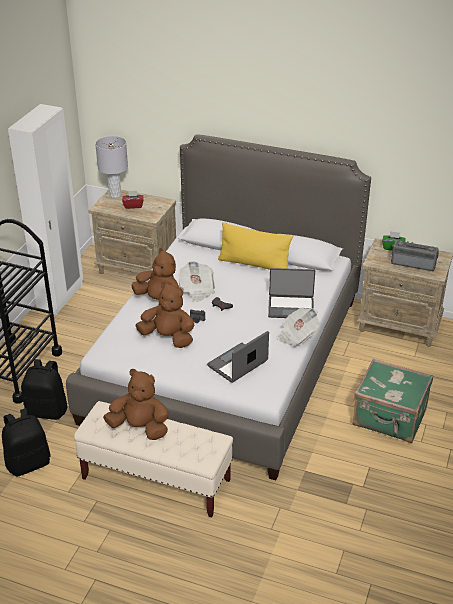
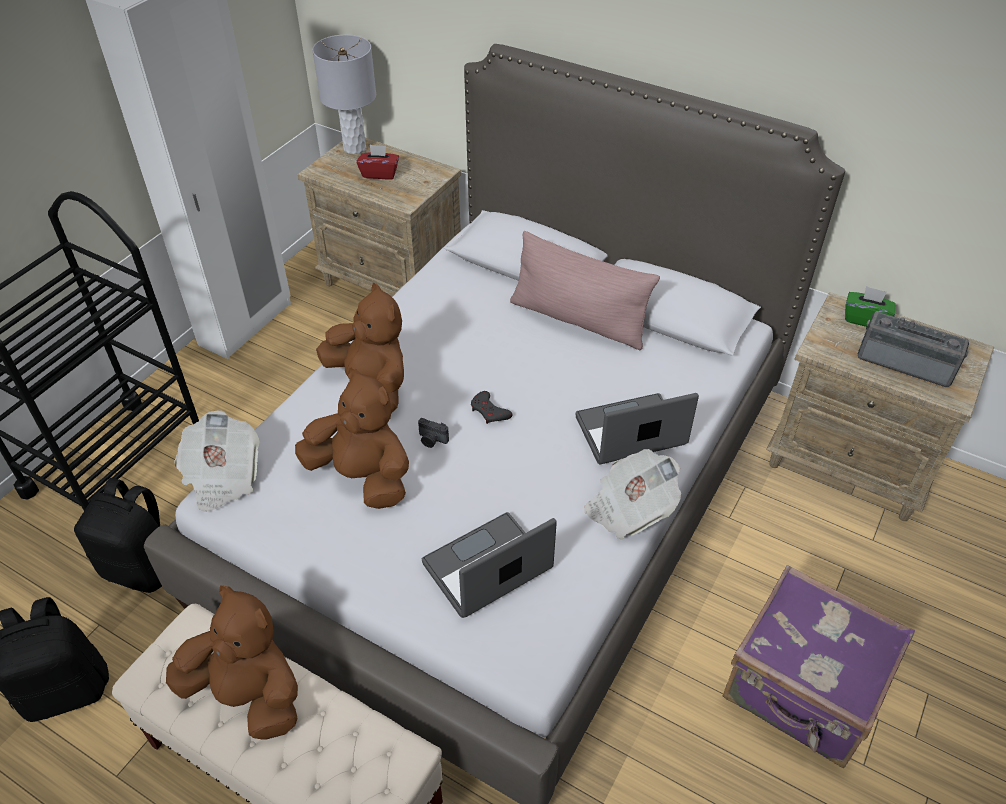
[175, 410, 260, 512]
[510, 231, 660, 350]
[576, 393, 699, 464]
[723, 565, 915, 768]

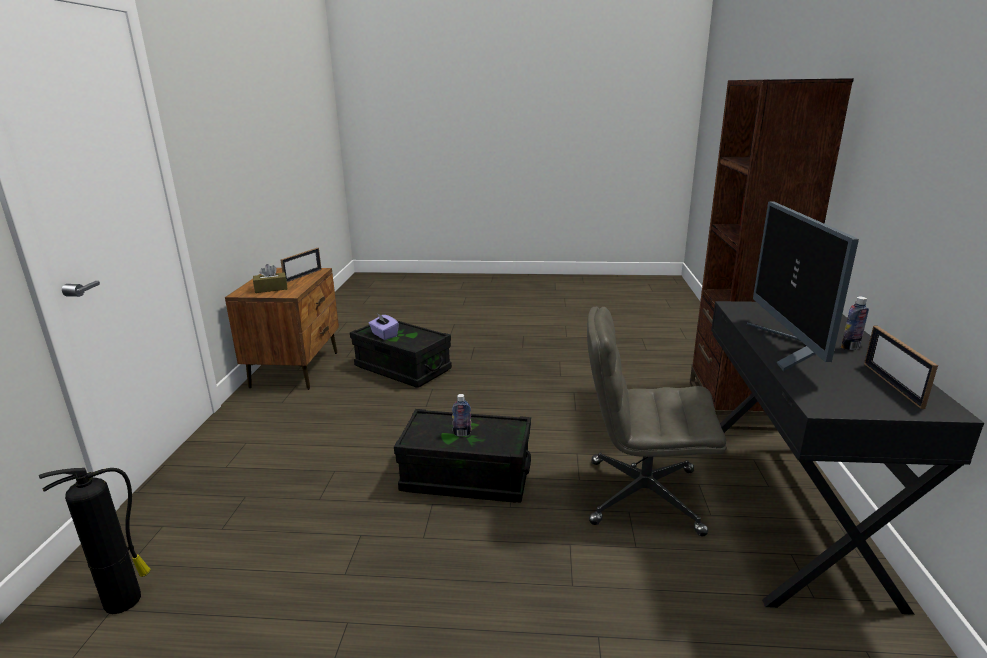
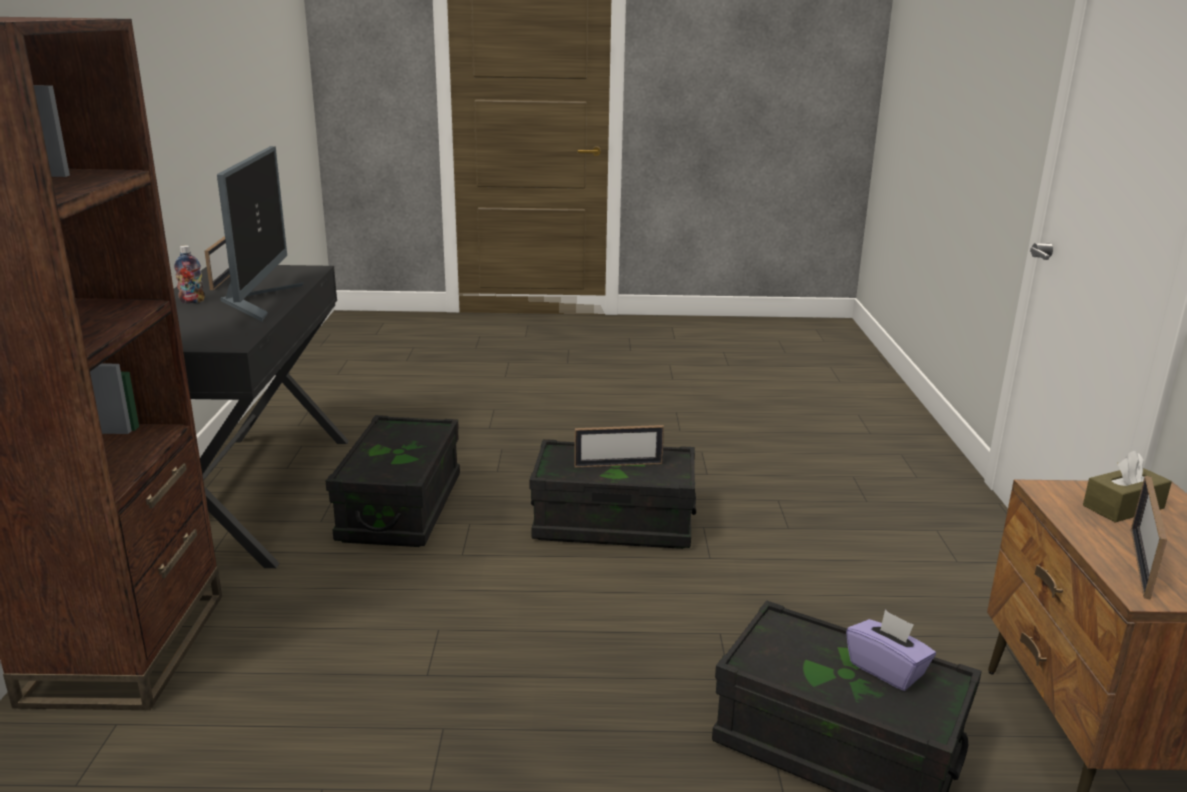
[39, 468, 151, 614] (first image)
[574, 425, 664, 467]
[326, 415, 460, 547]

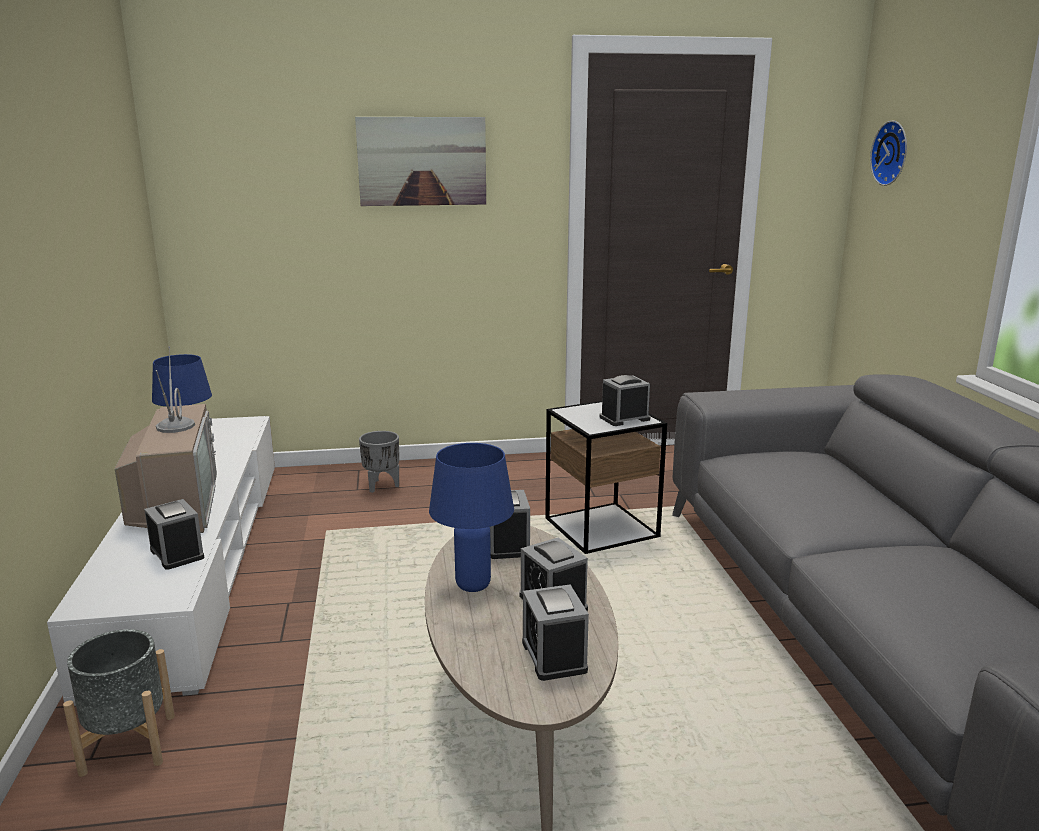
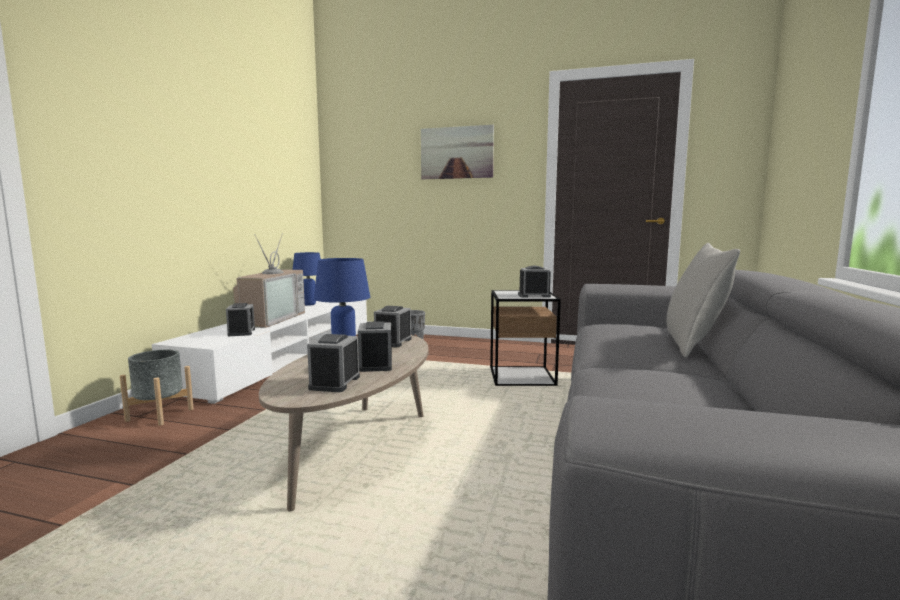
[870, 121, 907, 186] (first image)
[666, 243, 740, 358]

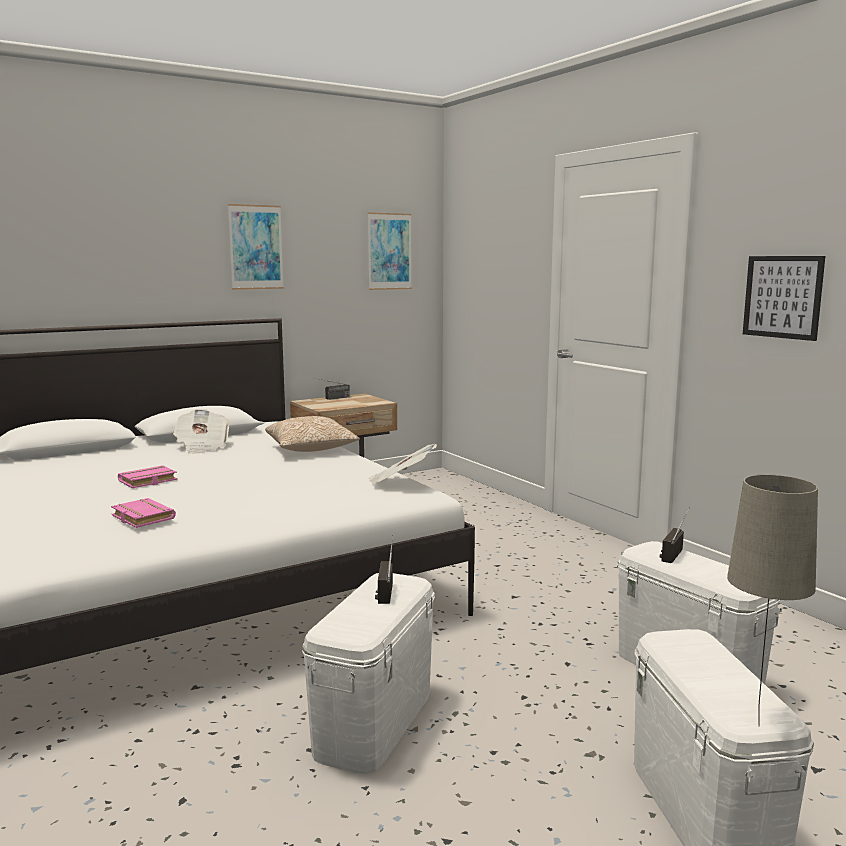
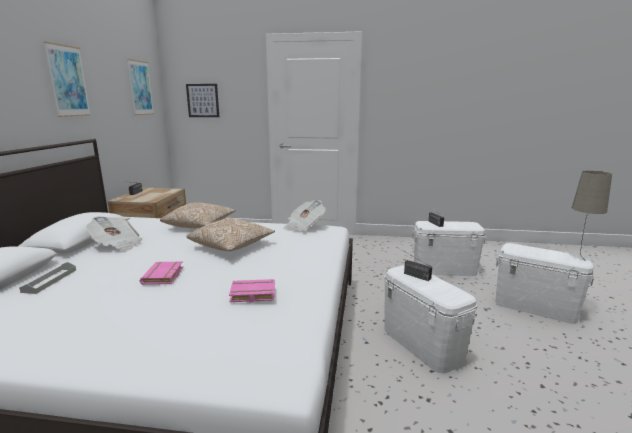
[186, 84, 219, 117]
[19, 262, 76, 294]
[186, 218, 275, 252]

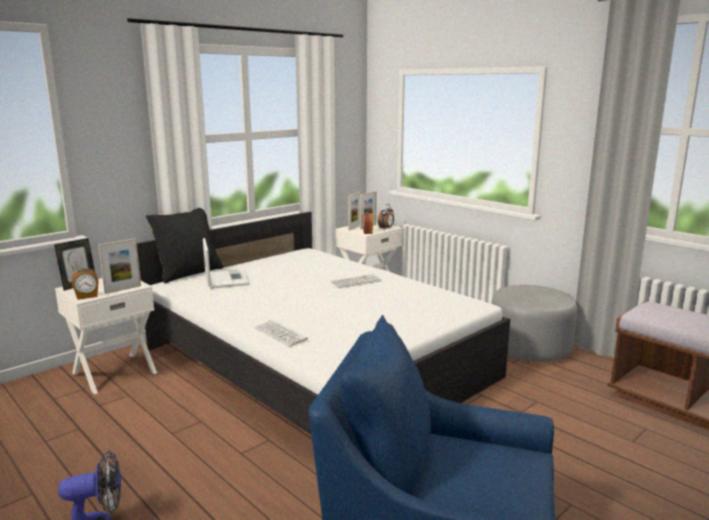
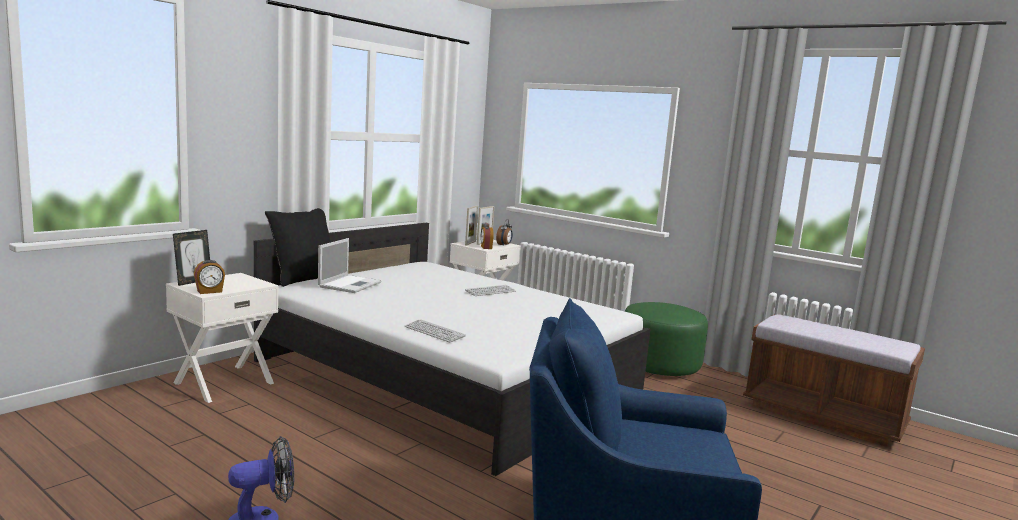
[99, 239, 141, 294] (first image)
[318, 238, 382, 293]
[625, 302, 708, 376]

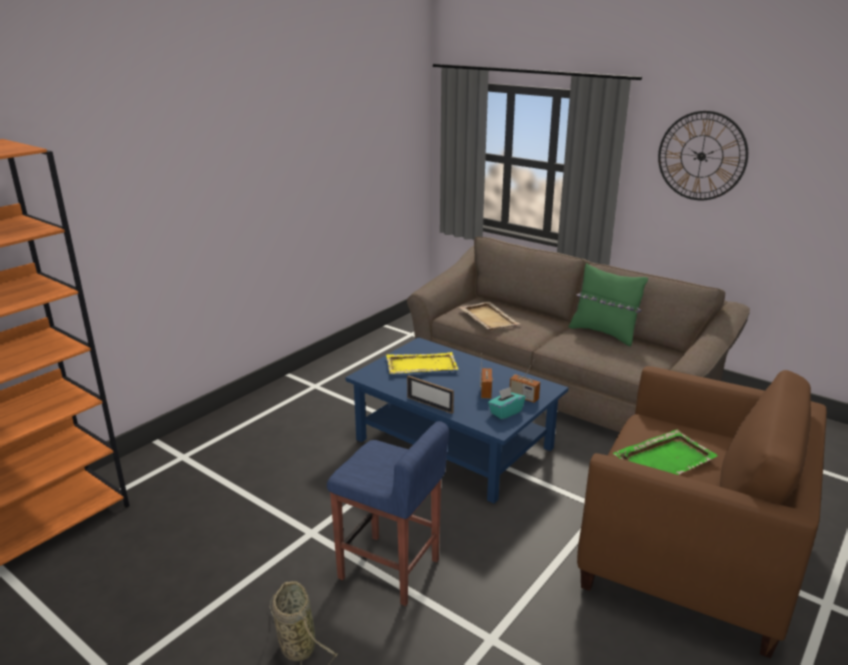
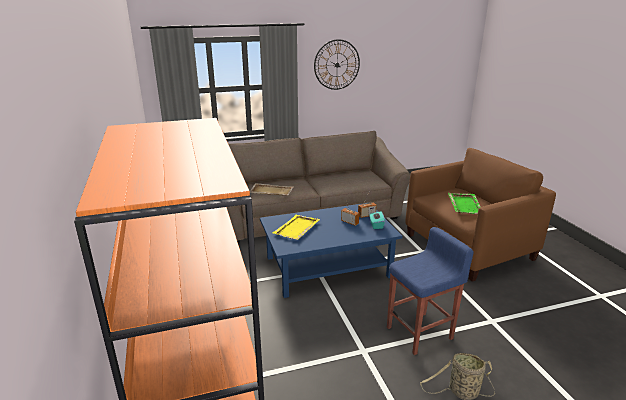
[407, 375, 454, 414] (first image)
[569, 263, 648, 346] (first image)

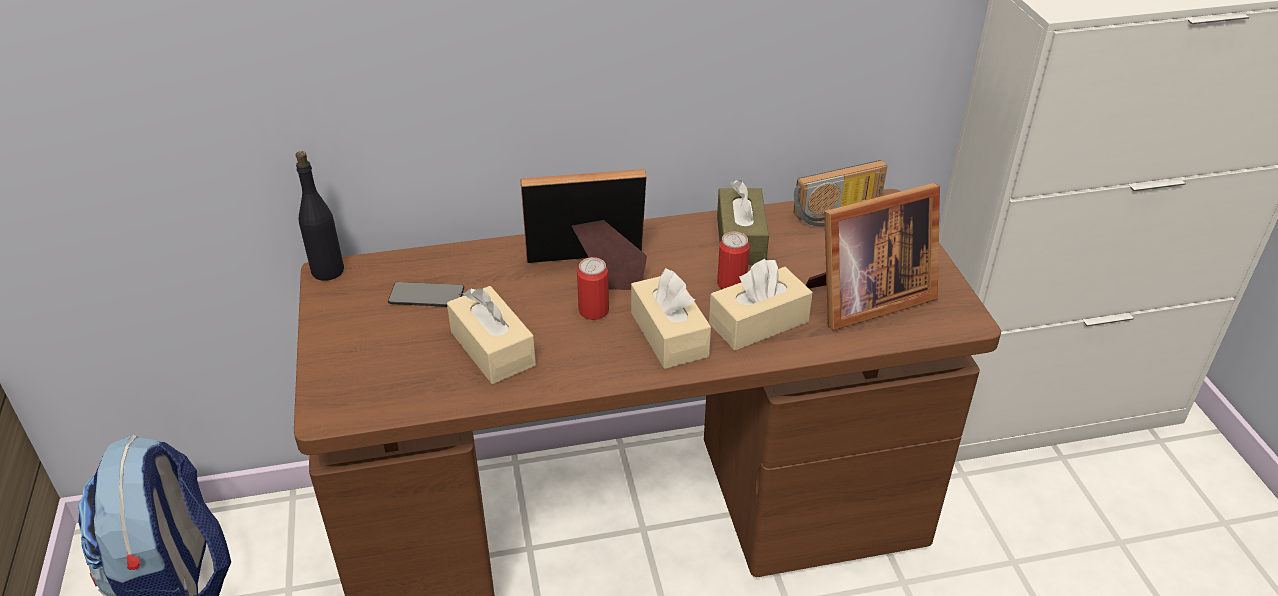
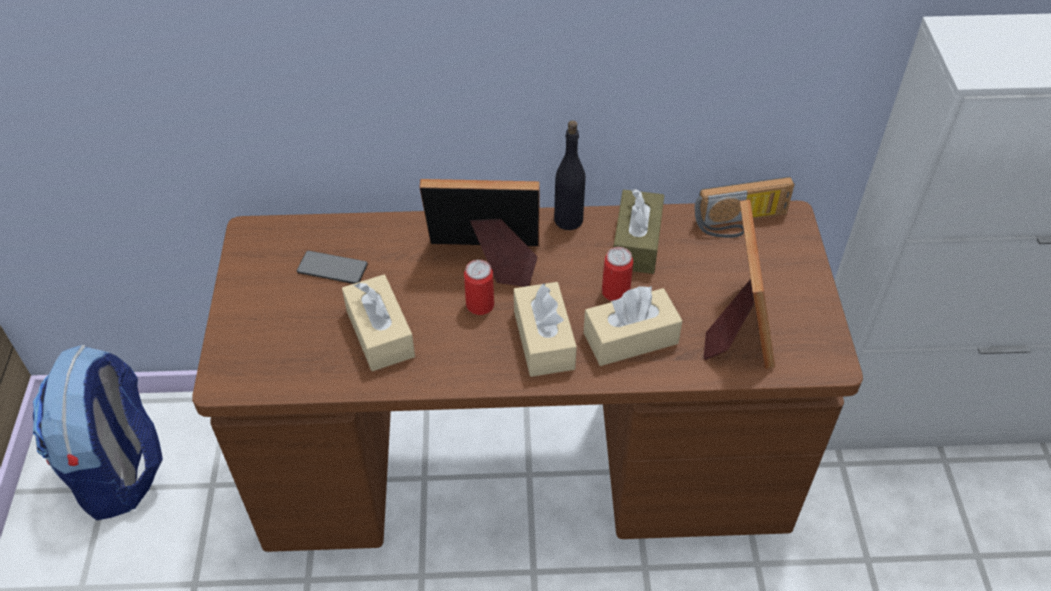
[554, 120, 586, 230]
[704, 199, 775, 369]

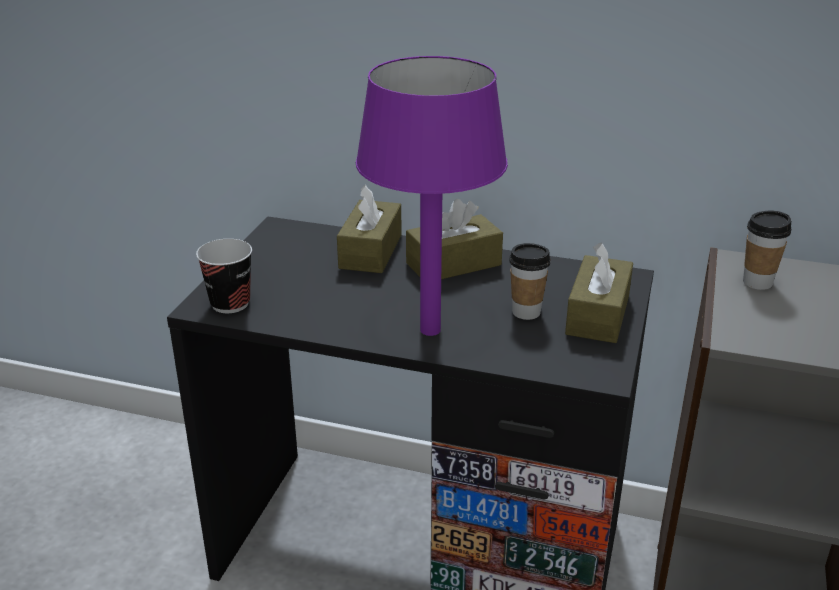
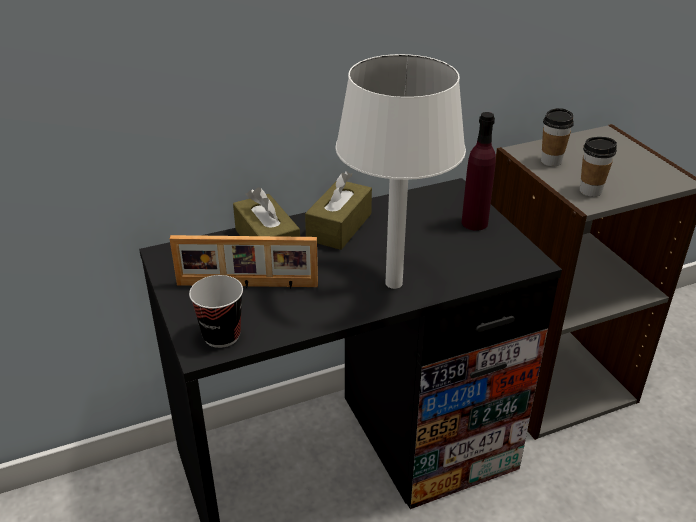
[335, 54, 466, 289]
[580, 137, 617, 197]
[462, 112, 496, 231]
[169, 235, 318, 289]

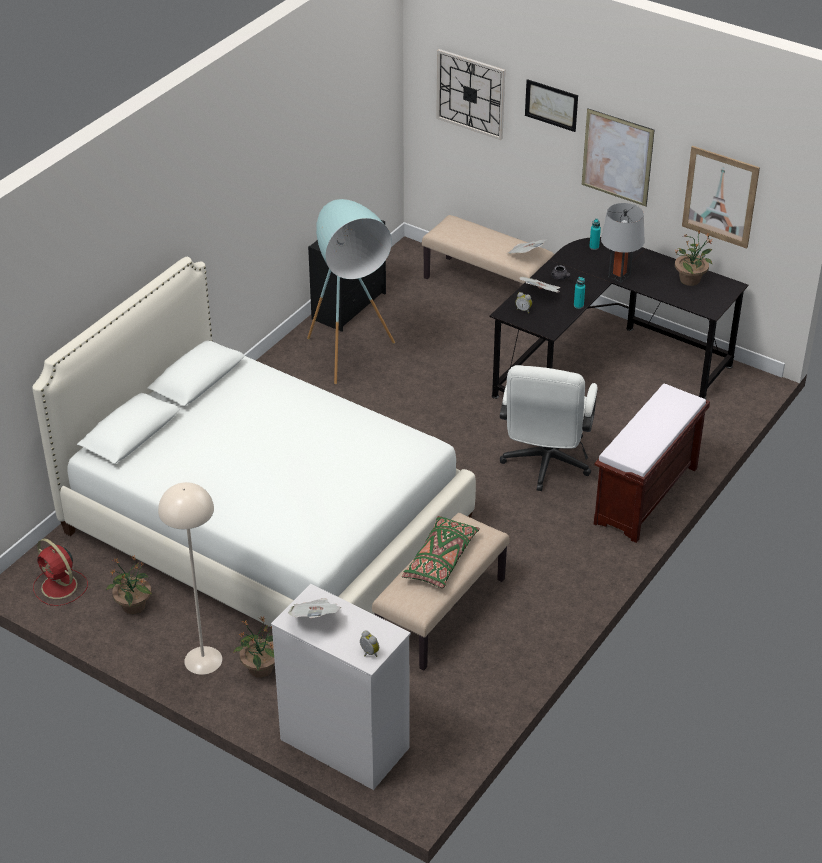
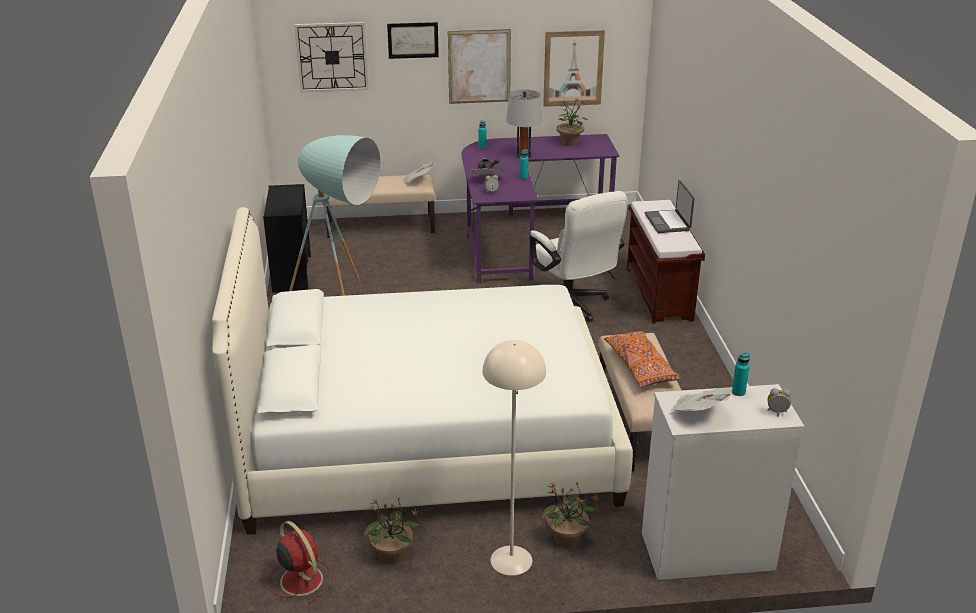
[268, 521, 333, 604]
[604, 331, 680, 387]
[461, 134, 620, 284]
[645, 180, 695, 233]
[732, 352, 750, 396]

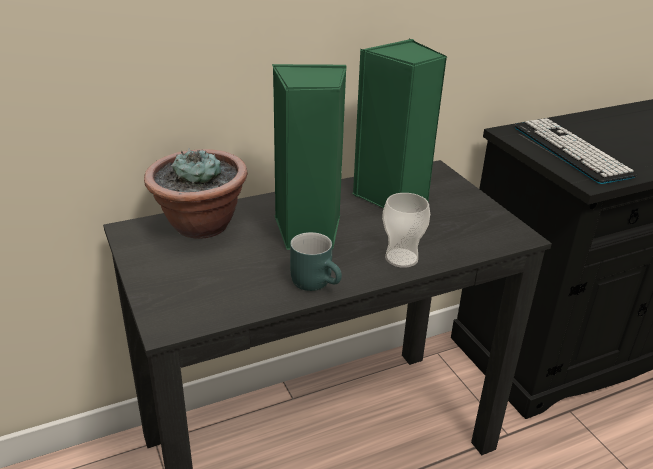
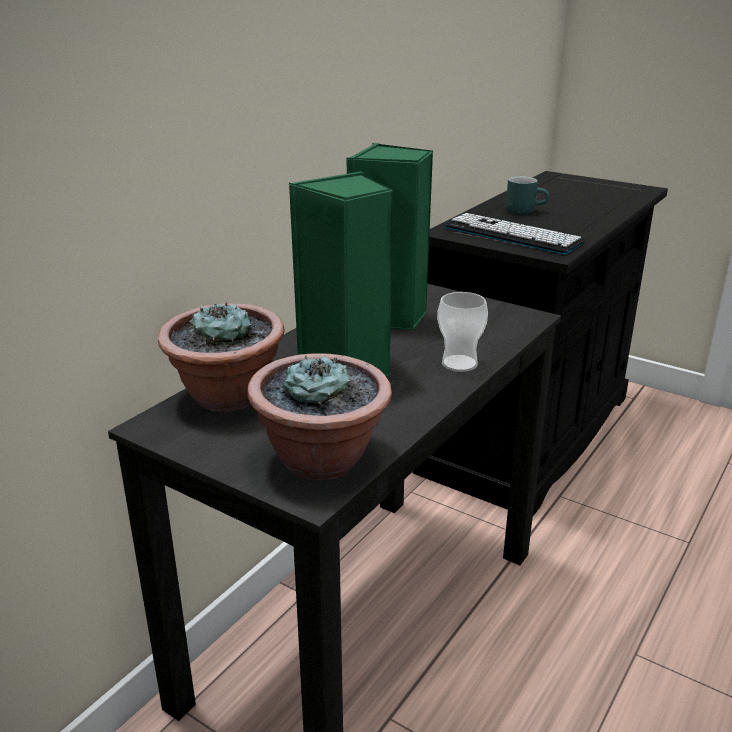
[506, 176, 549, 215]
[247, 353, 392, 480]

